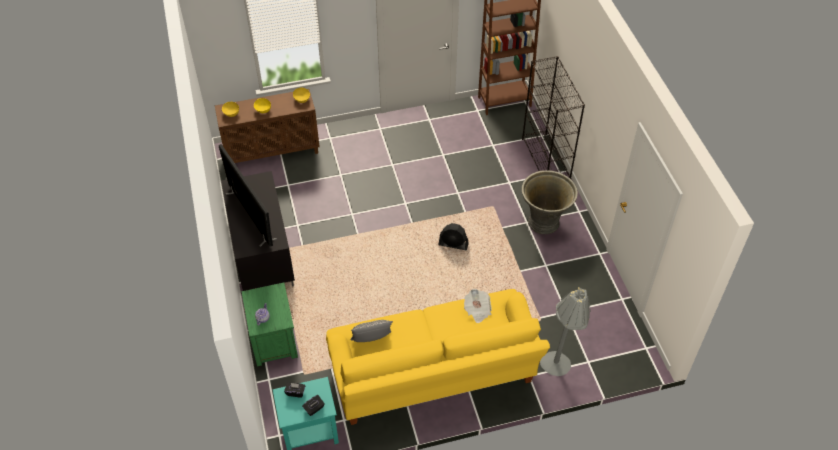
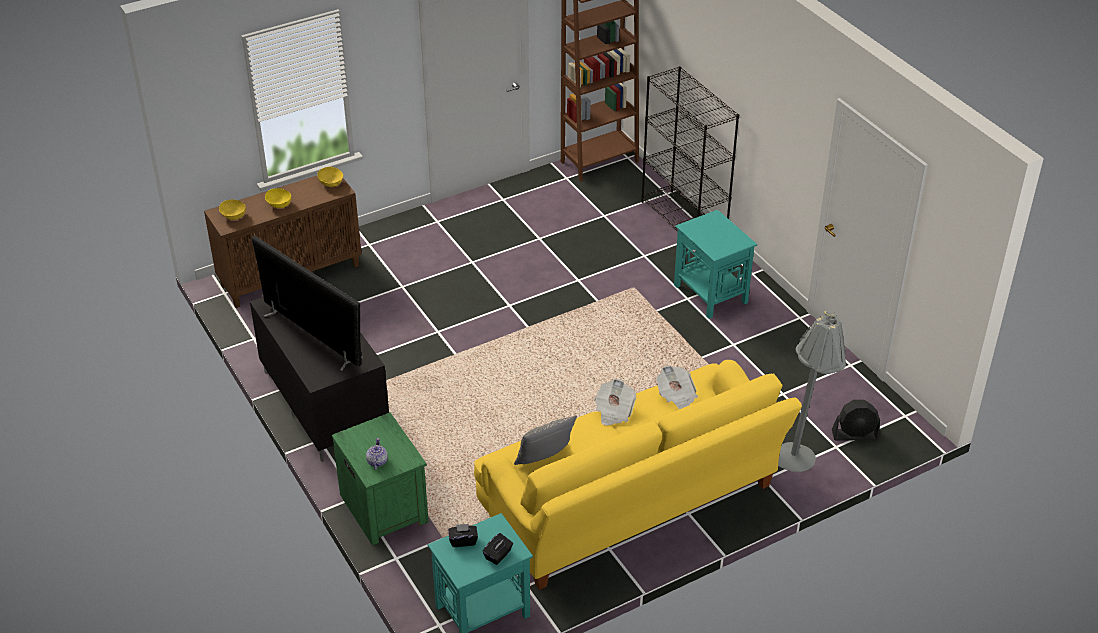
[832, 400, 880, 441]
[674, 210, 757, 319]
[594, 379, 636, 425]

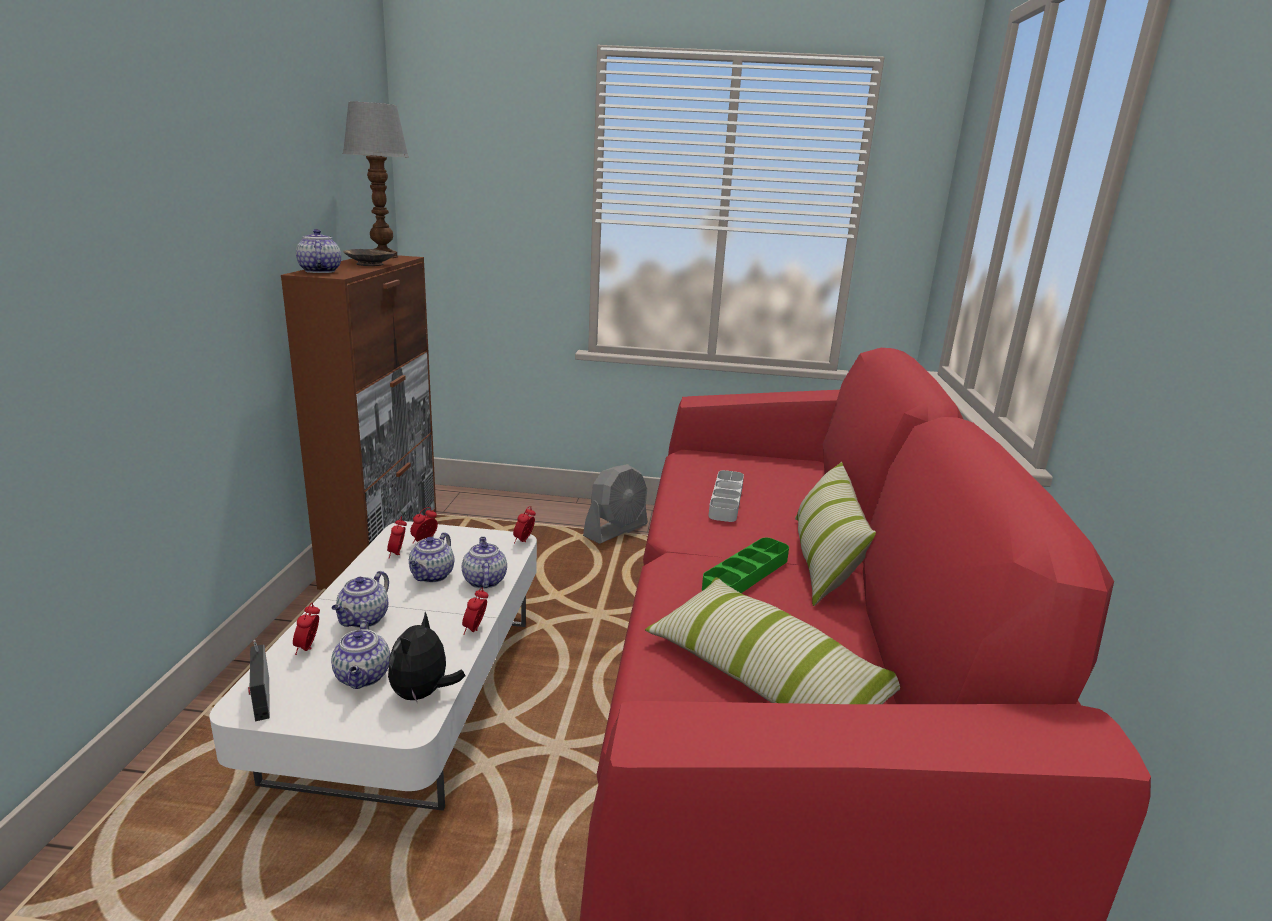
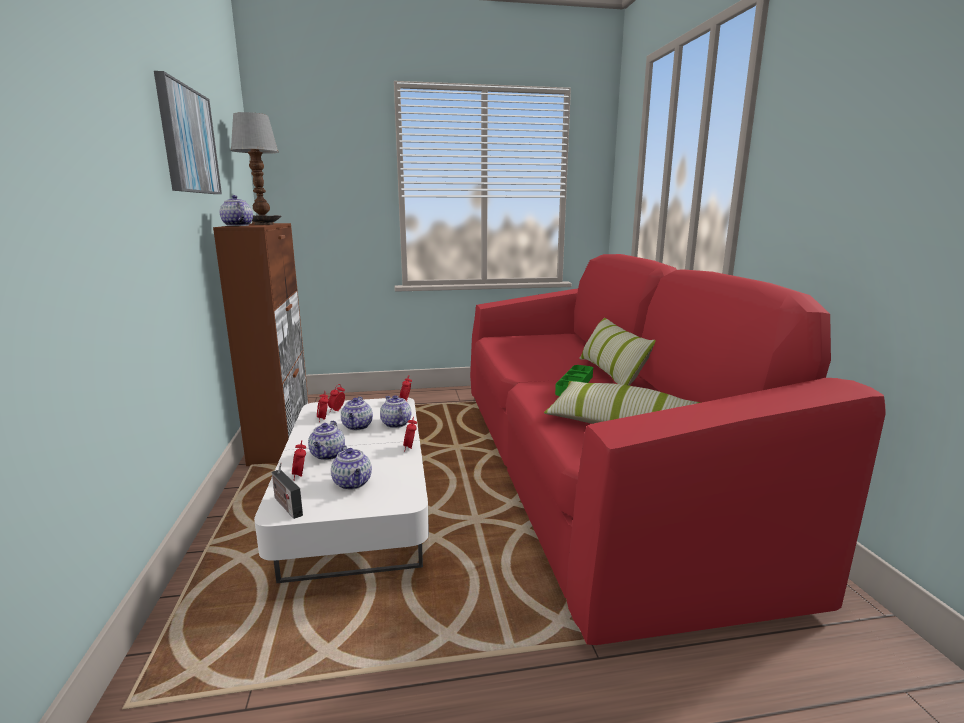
[388, 612, 466, 704] (first image)
[583, 464, 648, 544] (first image)
[708, 470, 744, 522] (first image)
[154, 71, 222, 194]

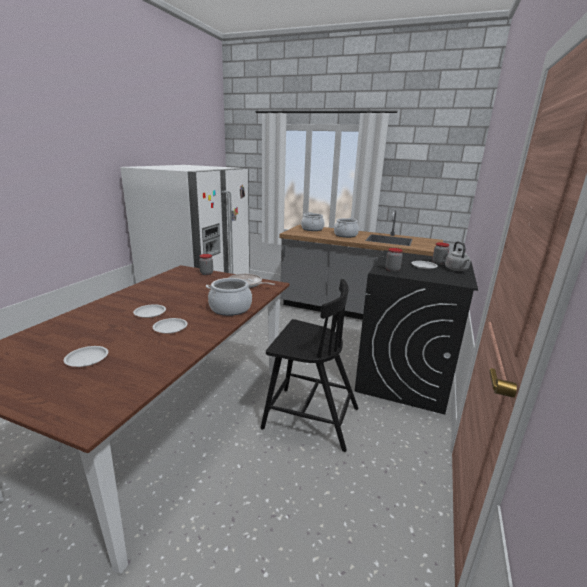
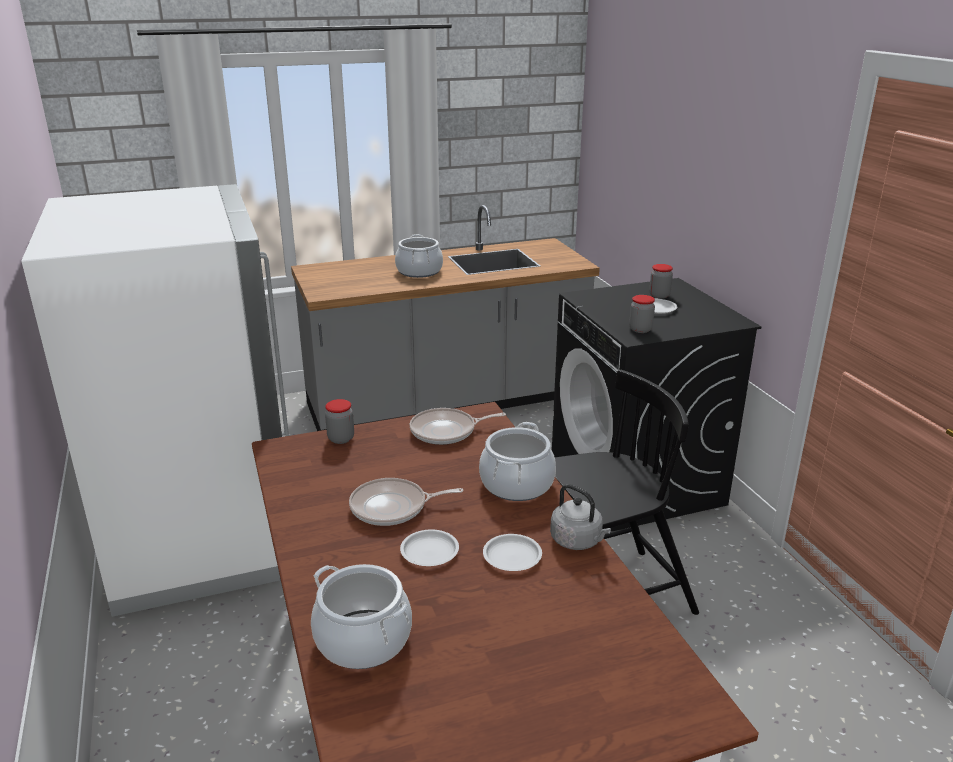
[64, 346, 108, 367] (first image)
[311, 564, 412, 669]
[550, 484, 611, 550]
[349, 478, 463, 526]

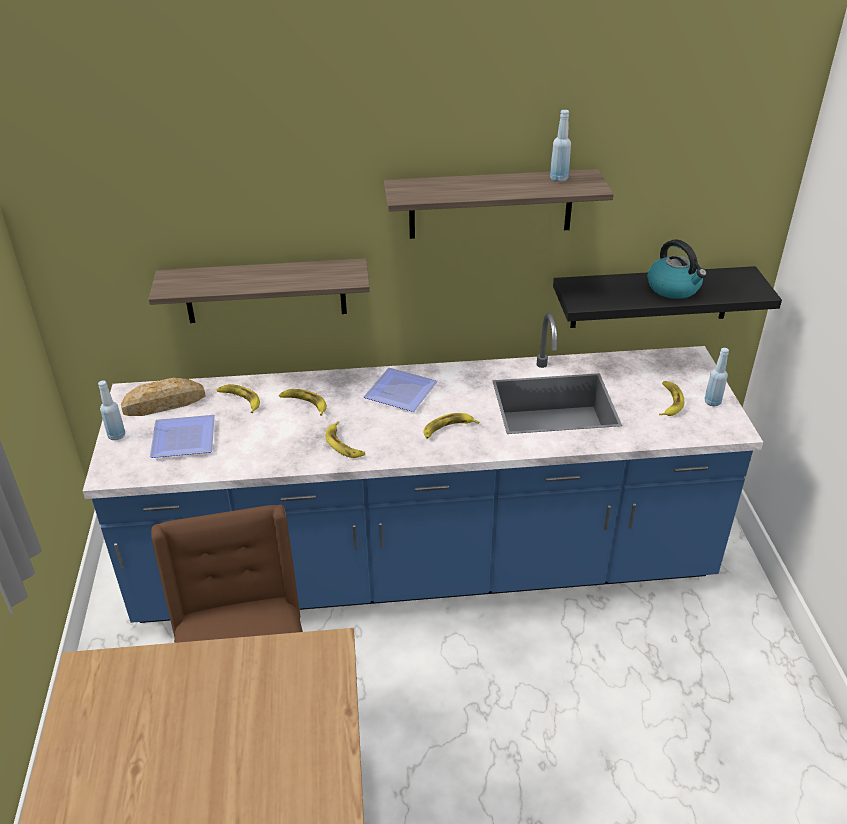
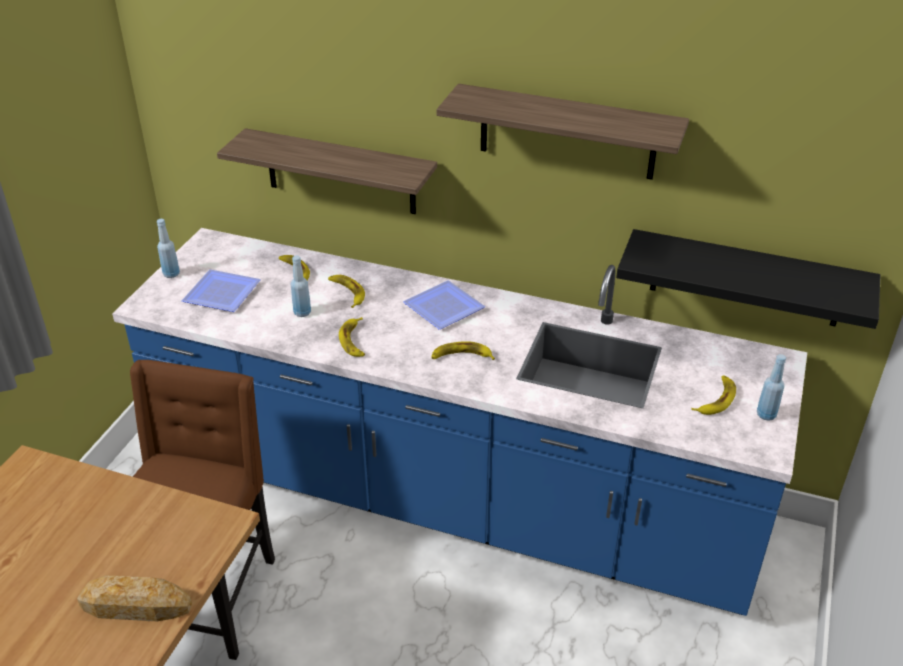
[77, 575, 192, 621]
[290, 256, 311, 317]
[647, 239, 707, 299] (first image)

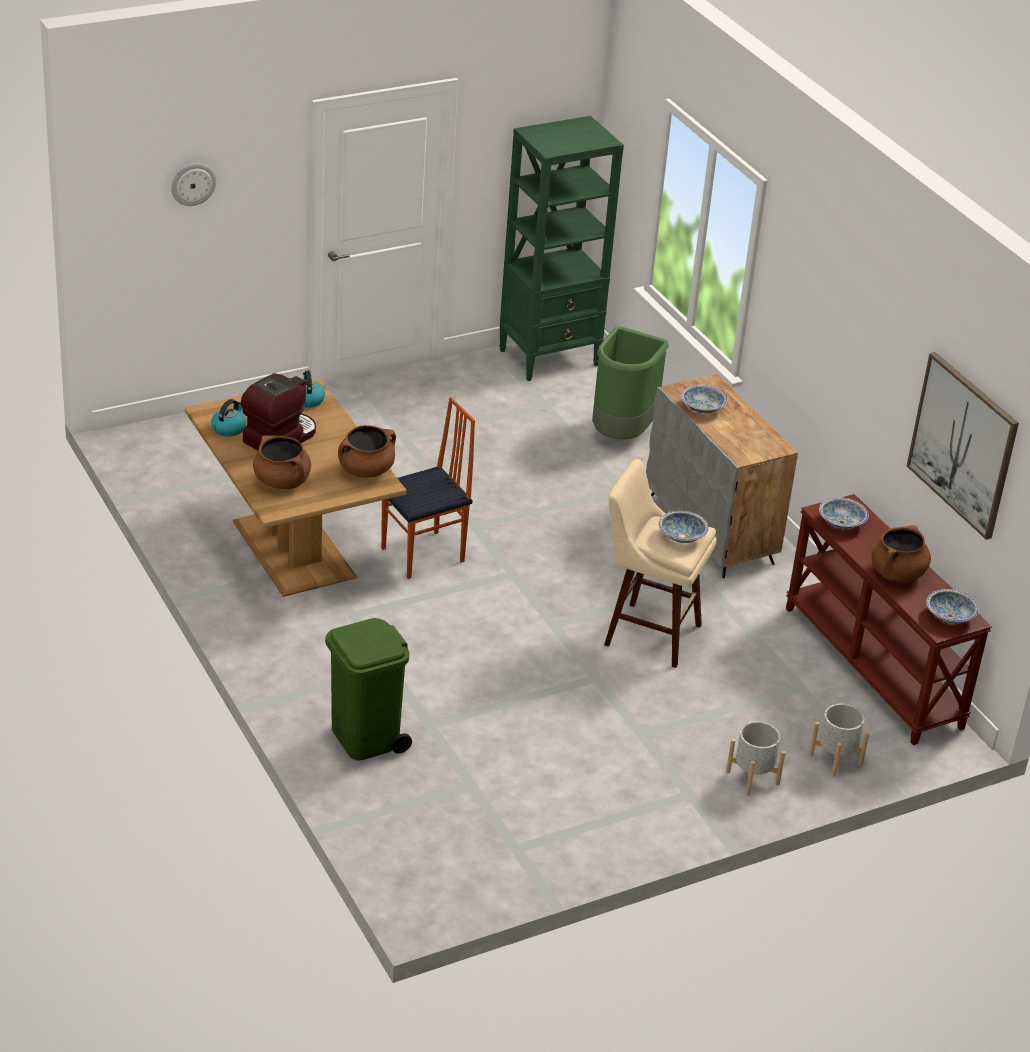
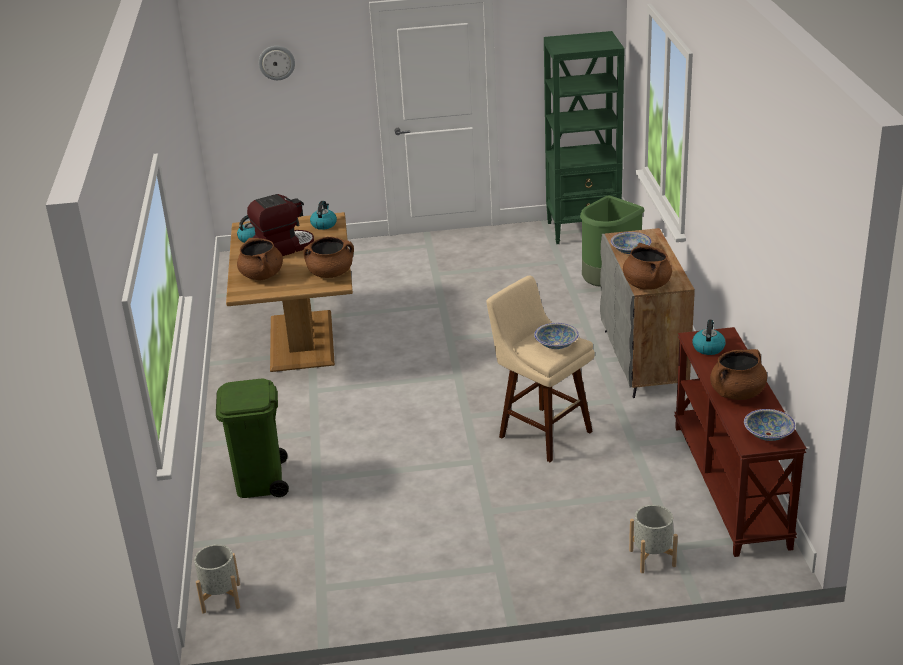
[381, 397, 475, 579] (first image)
[194, 544, 240, 614]
[692, 320, 726, 355]
[907, 352, 1019, 540] (first image)
[623, 243, 672, 290]

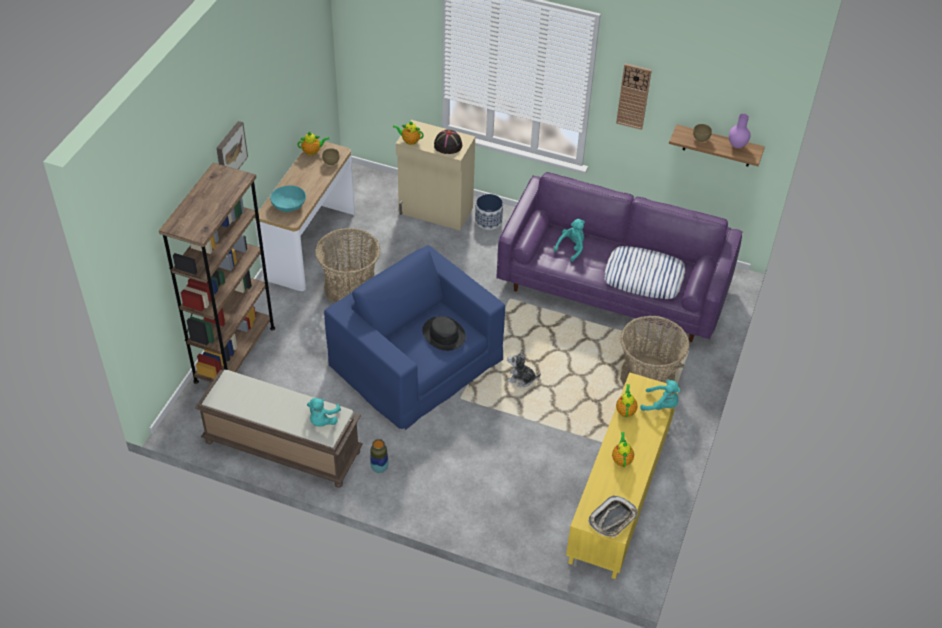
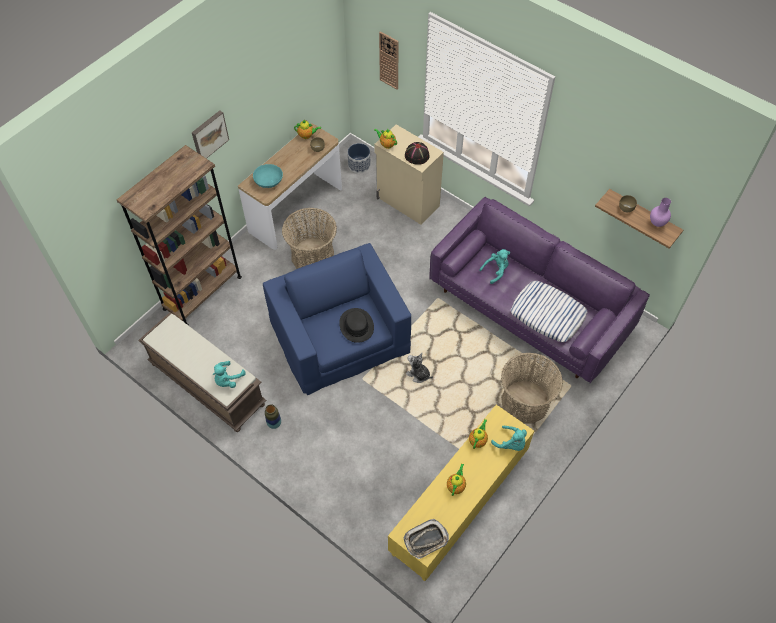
[348, 143, 371, 173]
[379, 31, 399, 89]

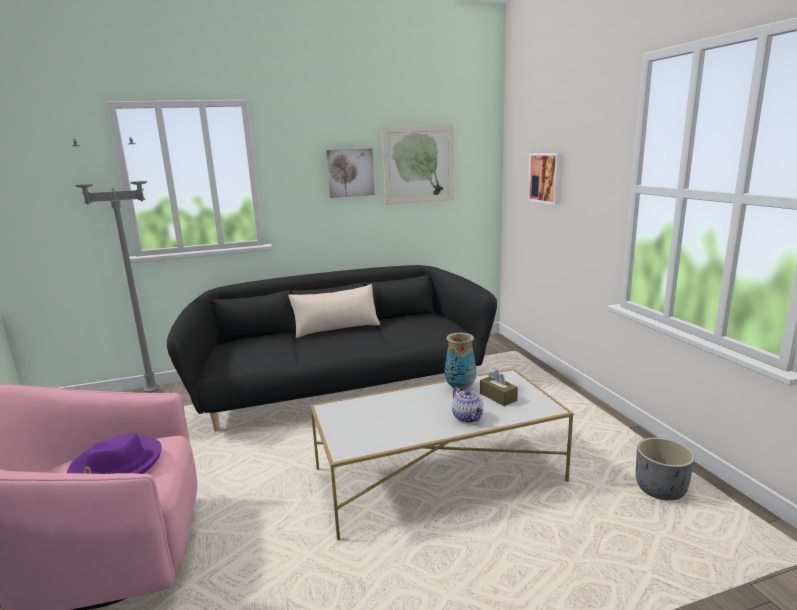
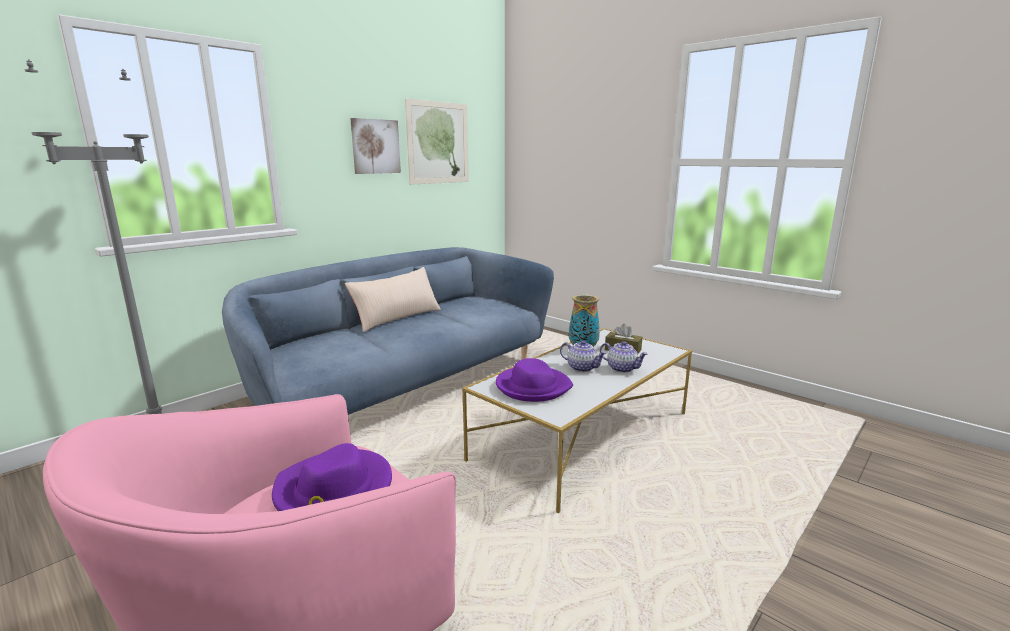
[222, 247, 554, 415]
[528, 153, 563, 205] (first image)
[636, 438, 695, 501] (first image)
[496, 358, 573, 402]
[560, 341, 606, 372]

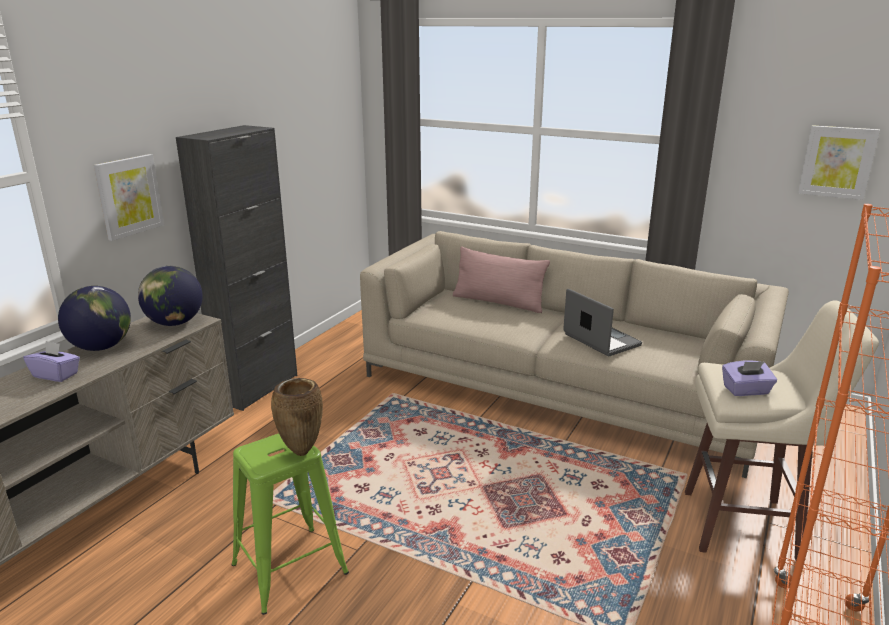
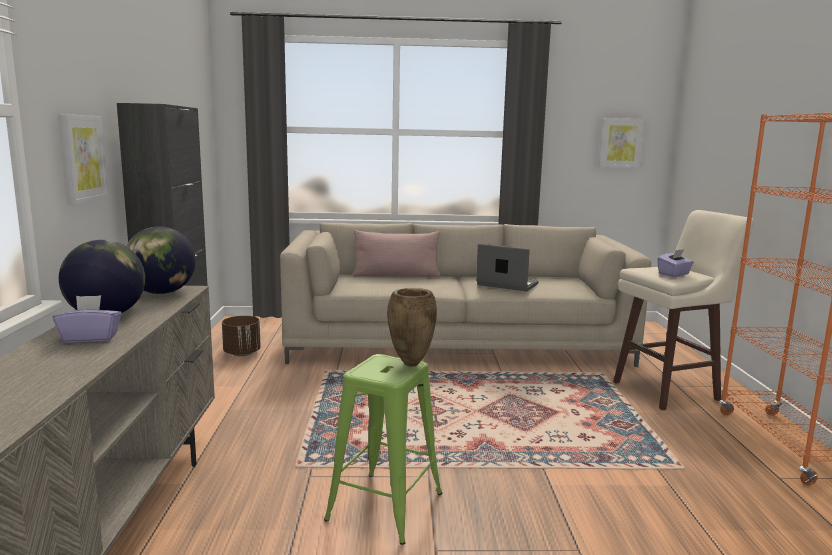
[222, 316, 261, 356]

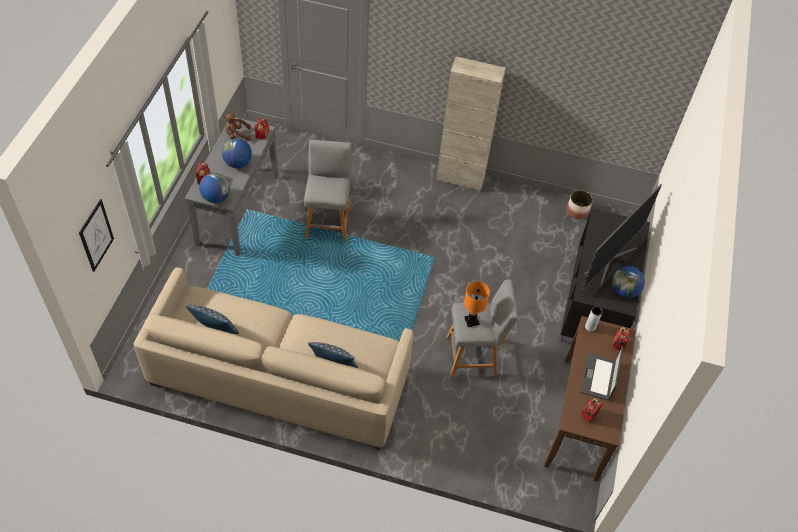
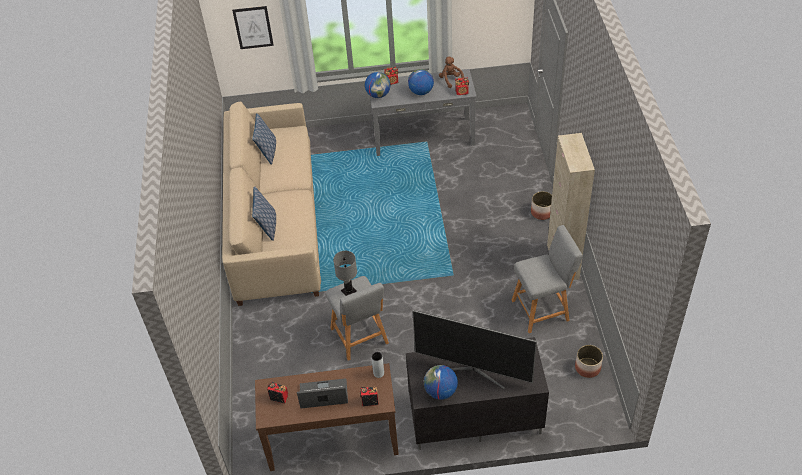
[511, 225, 583, 333]
[333, 251, 357, 296]
[531, 191, 552, 220]

